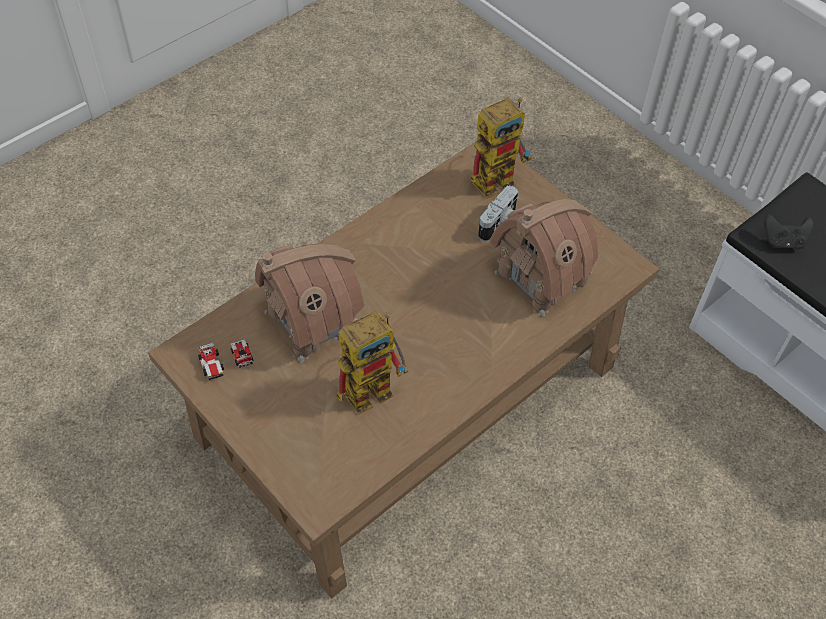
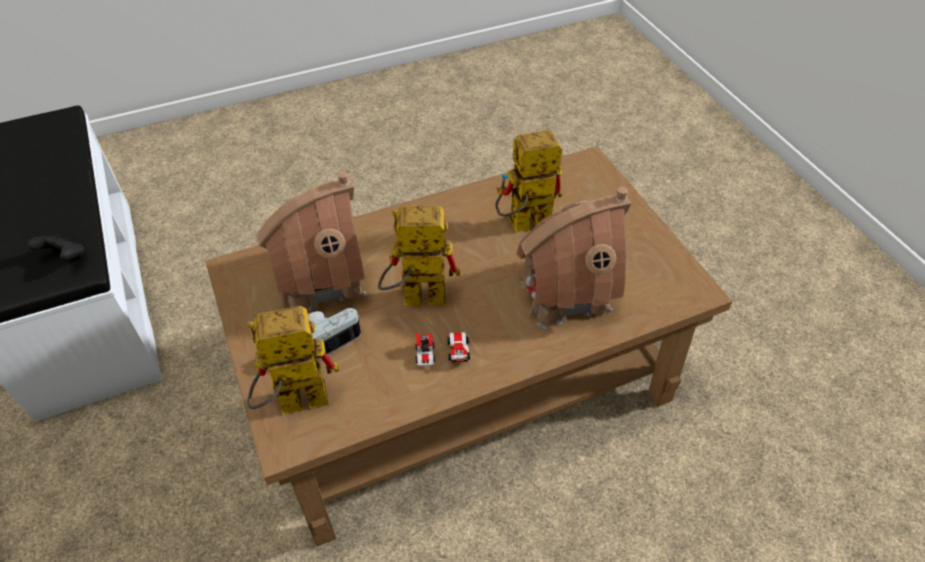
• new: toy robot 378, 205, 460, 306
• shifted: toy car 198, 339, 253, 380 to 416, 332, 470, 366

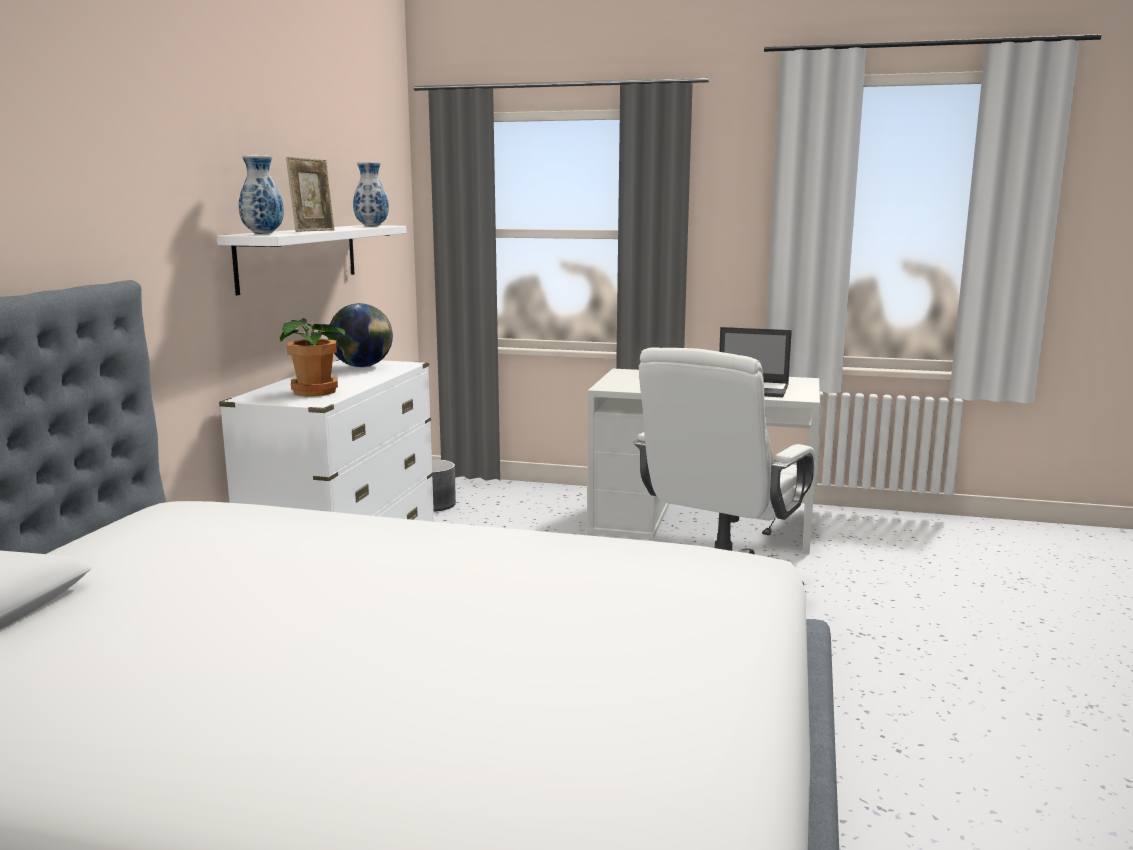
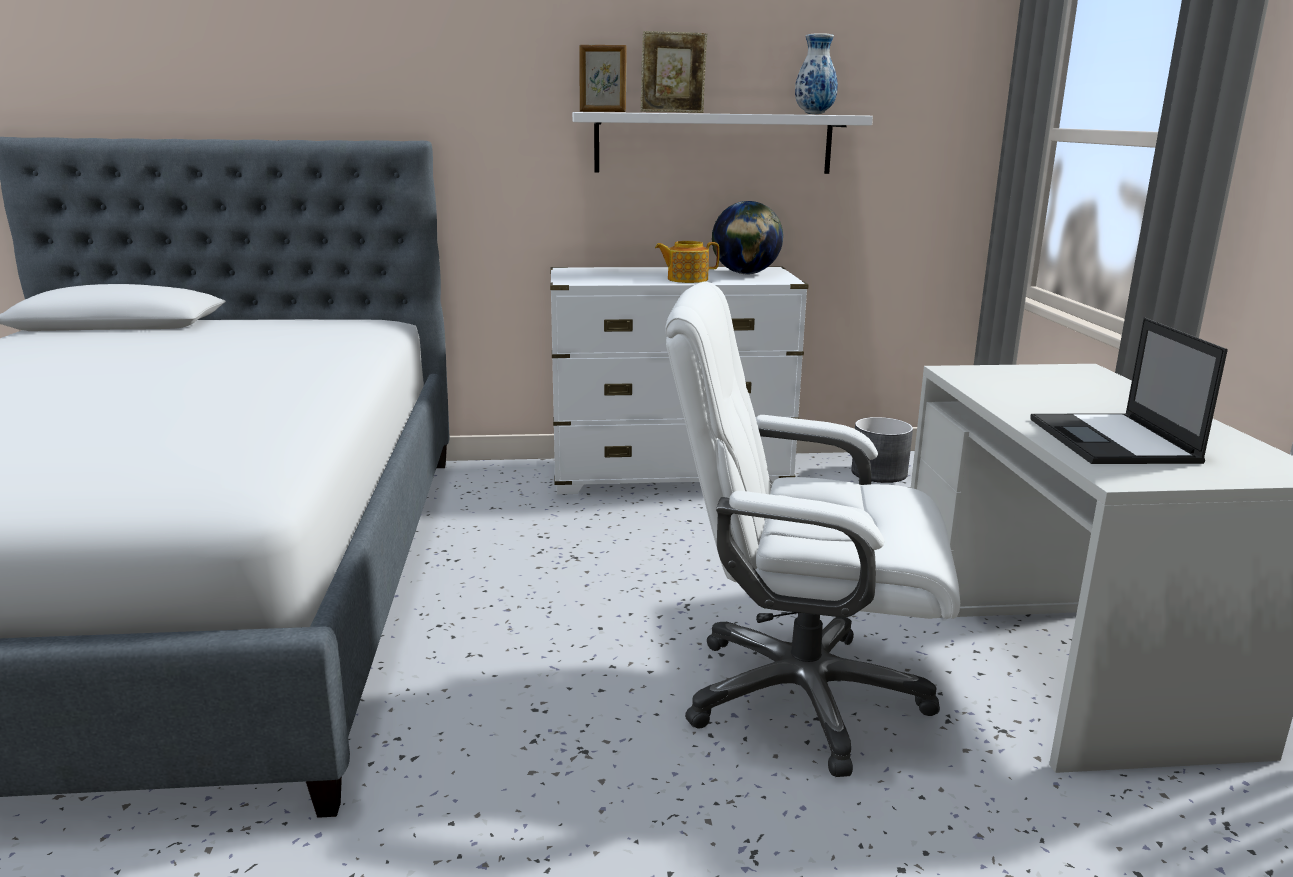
• swapped: vase 239, 155, 284, 234 to picture frame 579, 45, 627, 112
• new: teapot 655, 241, 720, 283
• gone: potted plant 280, 318, 345, 397

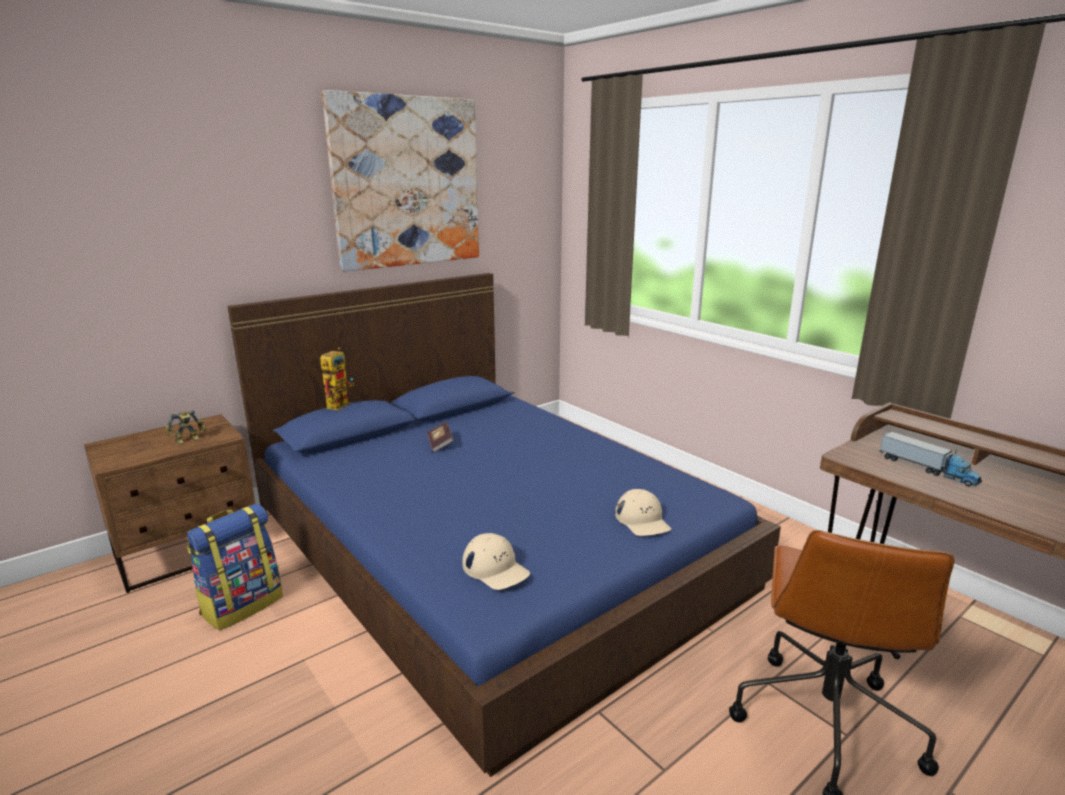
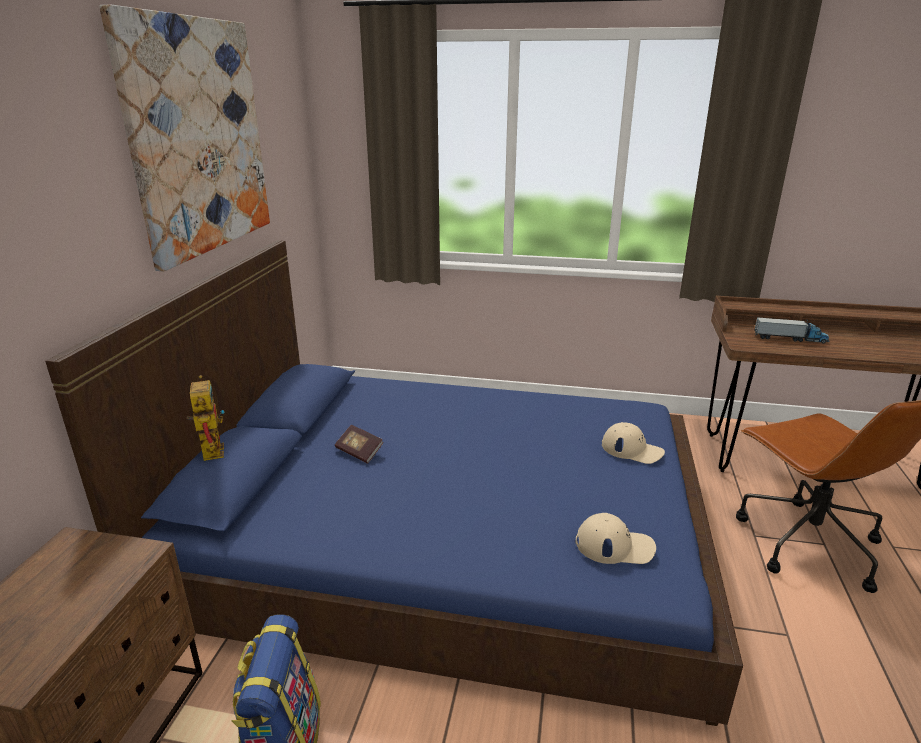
• gone: toy robot 165, 410, 206, 445

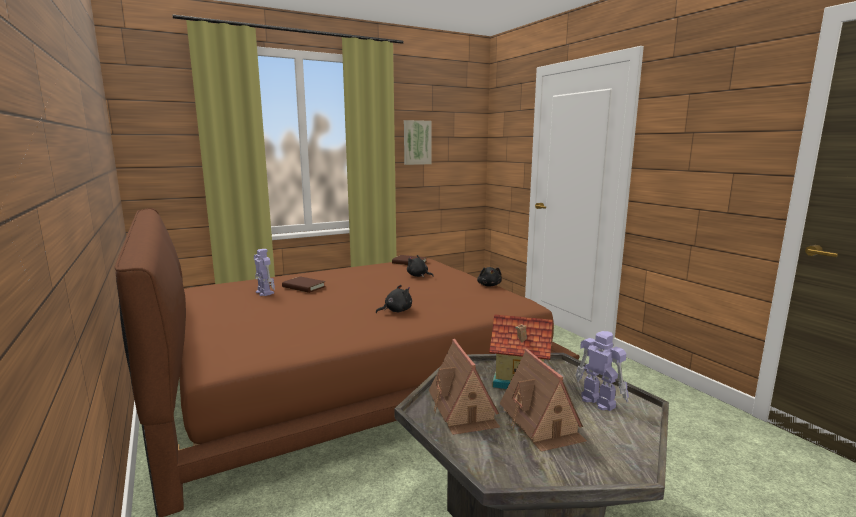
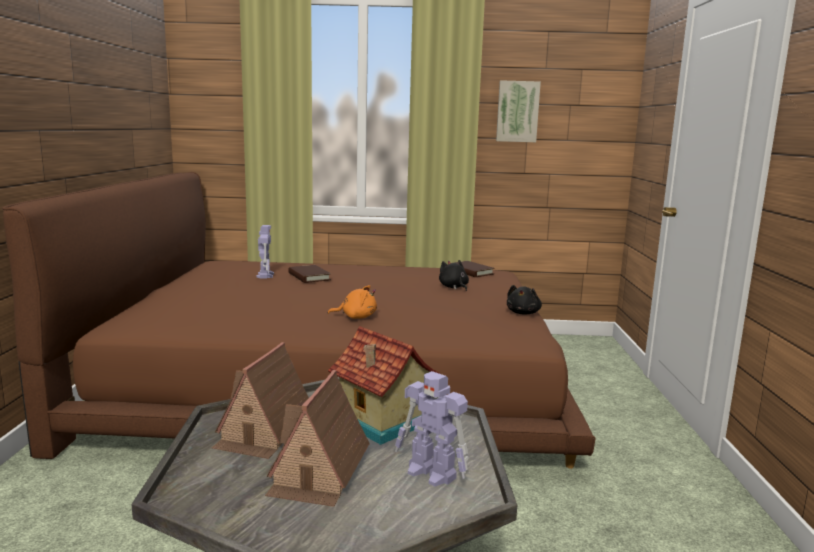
• repainted: plush toy in black 376, 285, 412, 313 to plush toy in orange 328, 285, 377, 319
• rotated: toy robot 575, 331, 629, 411 = 395, 371, 469, 487 135 degrees clockwise

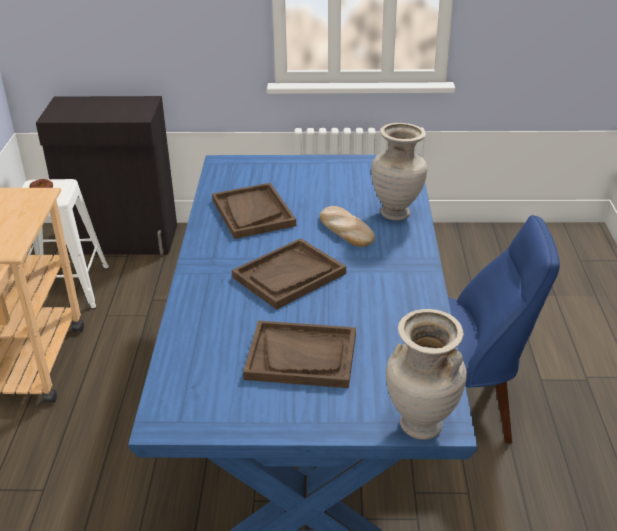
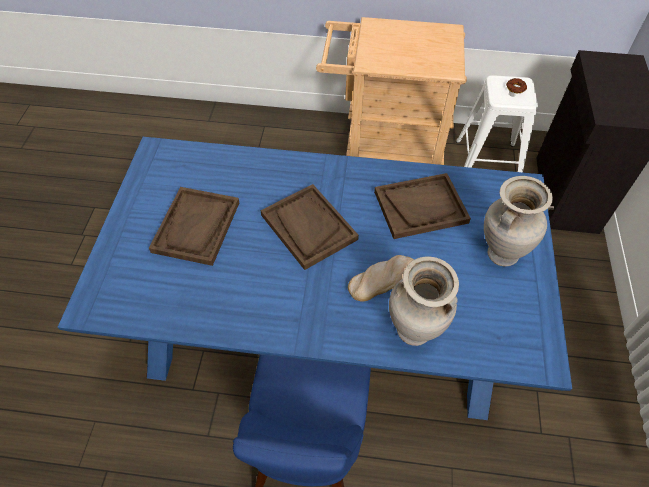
• shifted: vase in beige 386, 309, 467, 440 to 484, 176, 553, 266

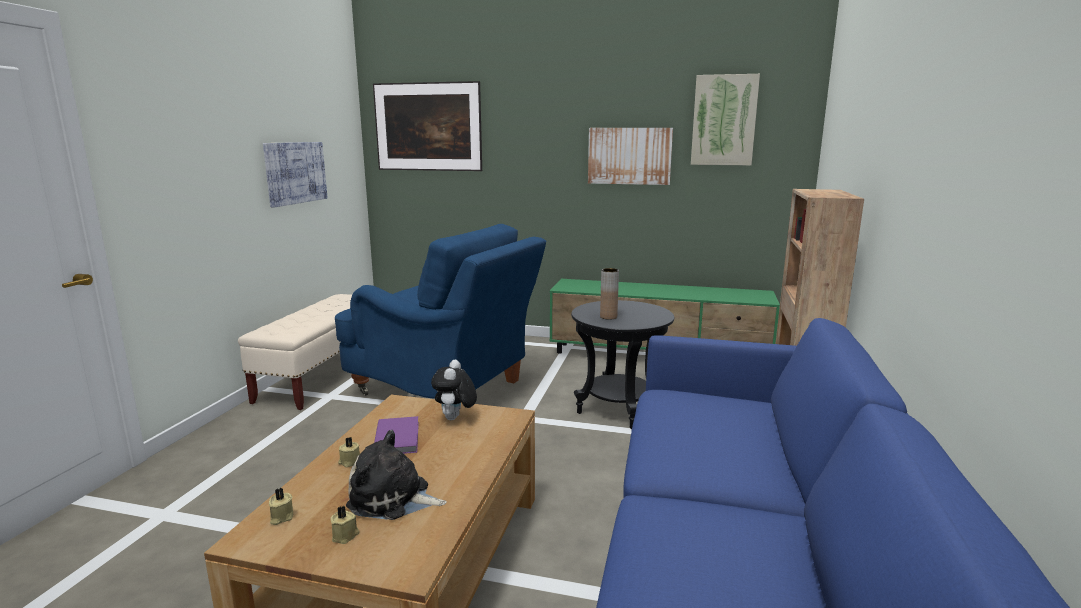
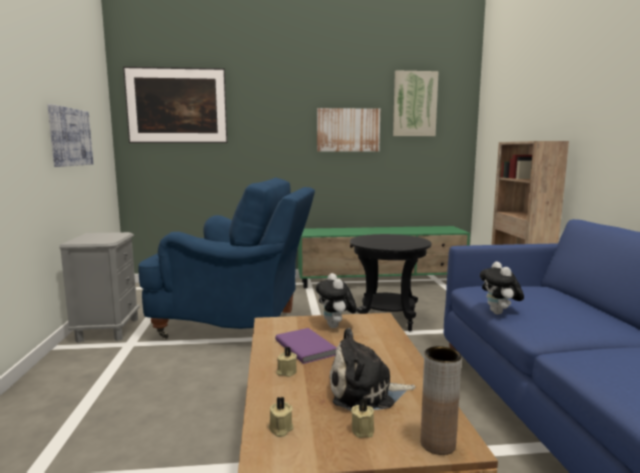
• swapped: bench in beige 238, 294, 352, 410 to nightstand in grey 59, 232, 140, 343
• shifted: vase in brown 600, 268, 619, 320 to 421, 346, 462, 455
• new: plush toy 480, 261, 524, 314

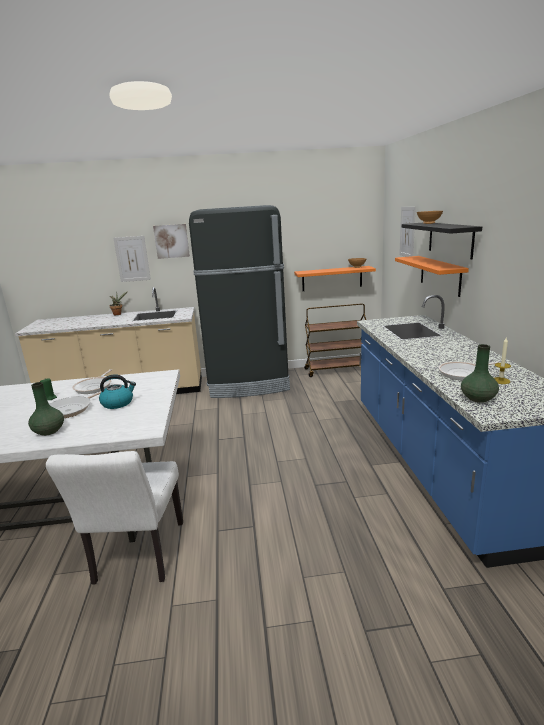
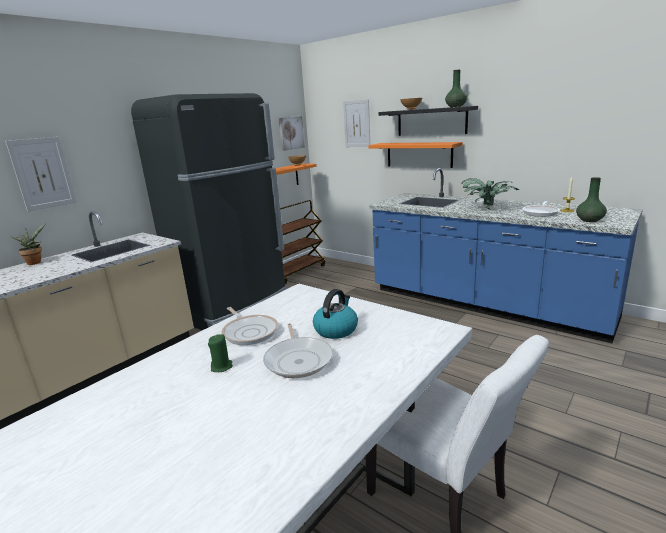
• shifted: picture 153, 224, 190, 259 to 279, 116, 305, 151
• shifted: vase in green 28, 382, 64, 436 to 445, 70, 467, 107
• new: potted plant 461, 178, 519, 209

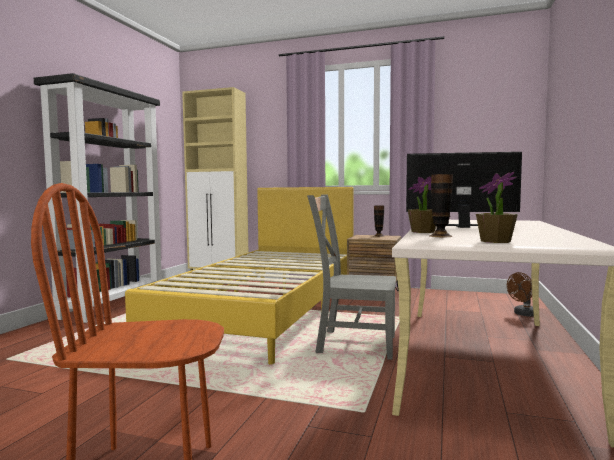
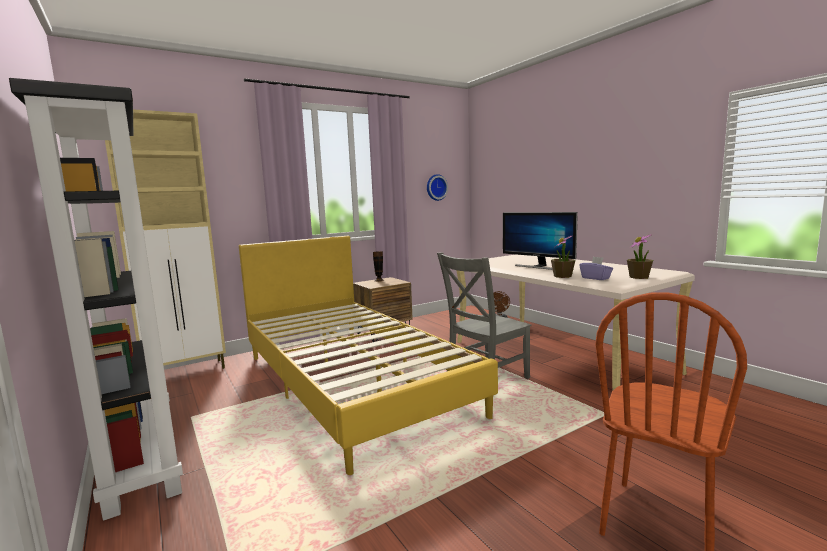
• new: wall clock 427, 174, 448, 201
• rotated: monitor 406, 152, 522, 228 = 503, 212, 578, 270 90 degrees counterclockwise
• swapped: vase 430, 174, 453, 237 to tissue box in purple 579, 257, 613, 280

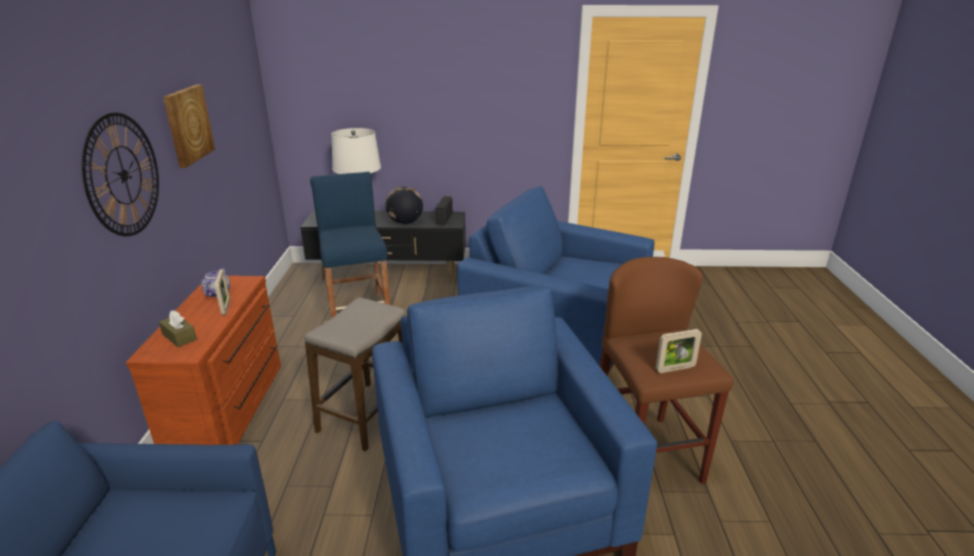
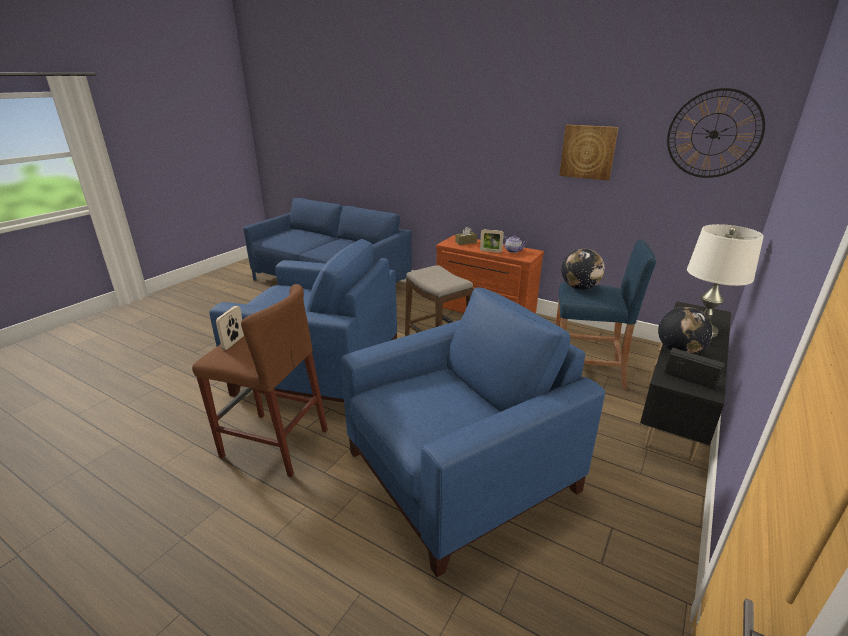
• new: globe 561, 248, 605, 290
• shifted: wall clock 82, 112, 159, 236 to 667, 88, 765, 178

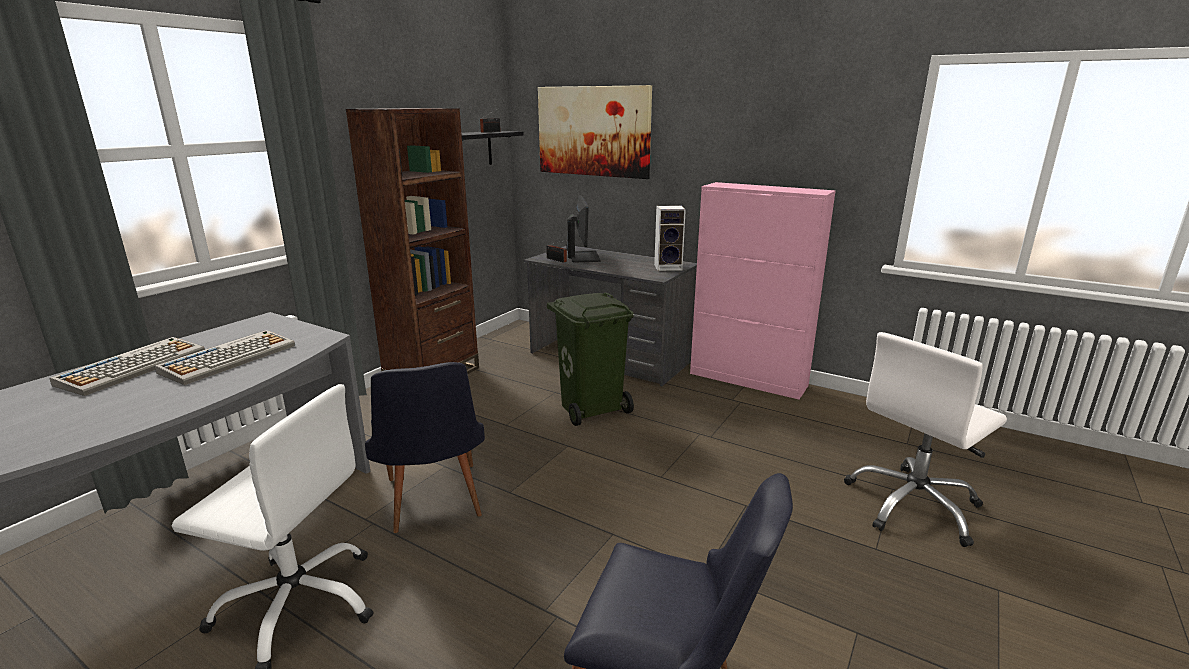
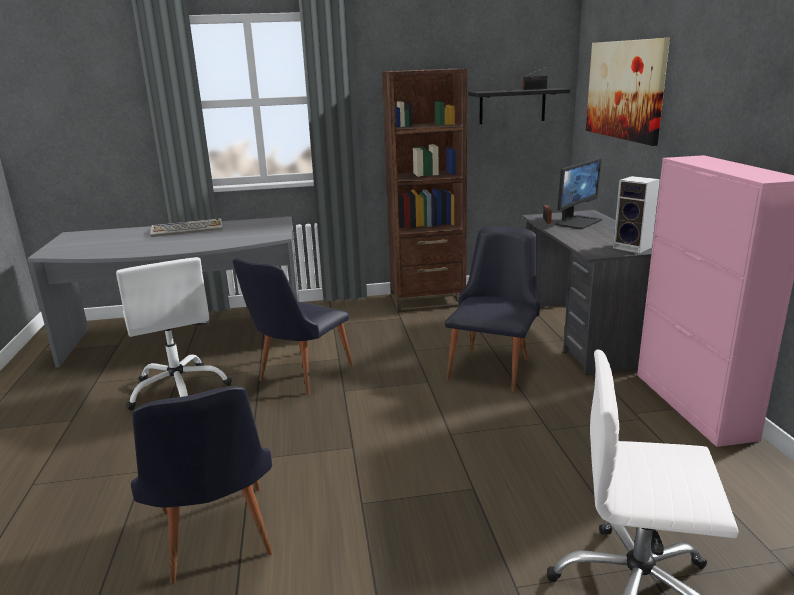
• swapped: trash can in green 547, 293, 634, 426 to chair in black 445, 226, 540, 392
• gone: keyboard 155, 330, 295, 385

